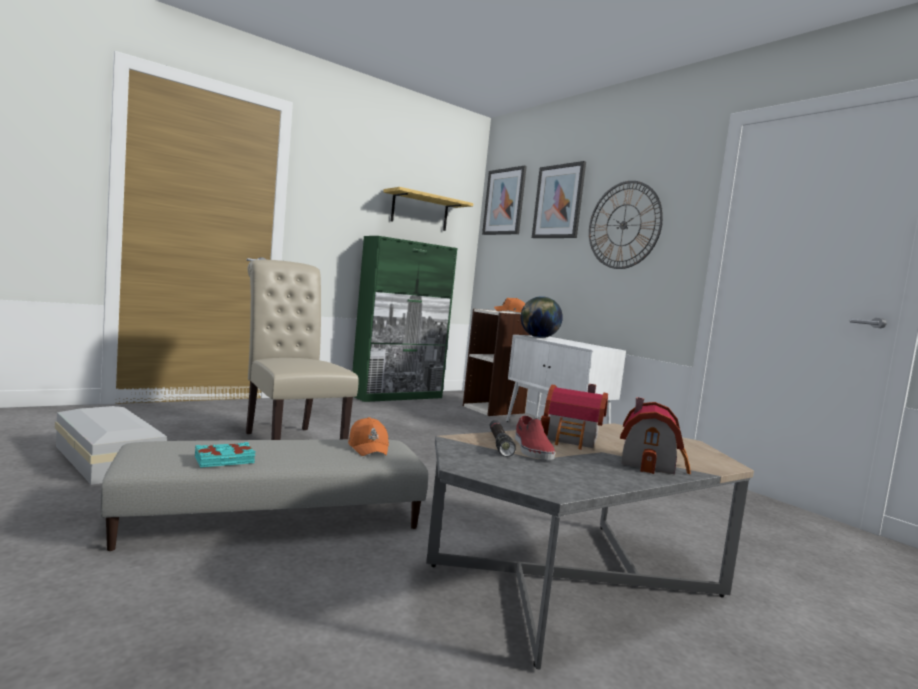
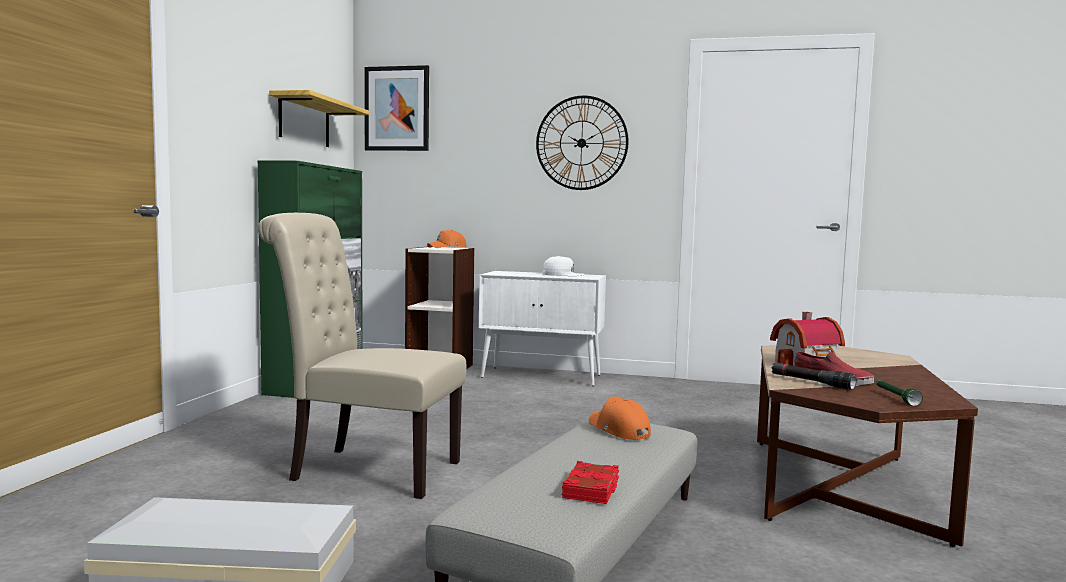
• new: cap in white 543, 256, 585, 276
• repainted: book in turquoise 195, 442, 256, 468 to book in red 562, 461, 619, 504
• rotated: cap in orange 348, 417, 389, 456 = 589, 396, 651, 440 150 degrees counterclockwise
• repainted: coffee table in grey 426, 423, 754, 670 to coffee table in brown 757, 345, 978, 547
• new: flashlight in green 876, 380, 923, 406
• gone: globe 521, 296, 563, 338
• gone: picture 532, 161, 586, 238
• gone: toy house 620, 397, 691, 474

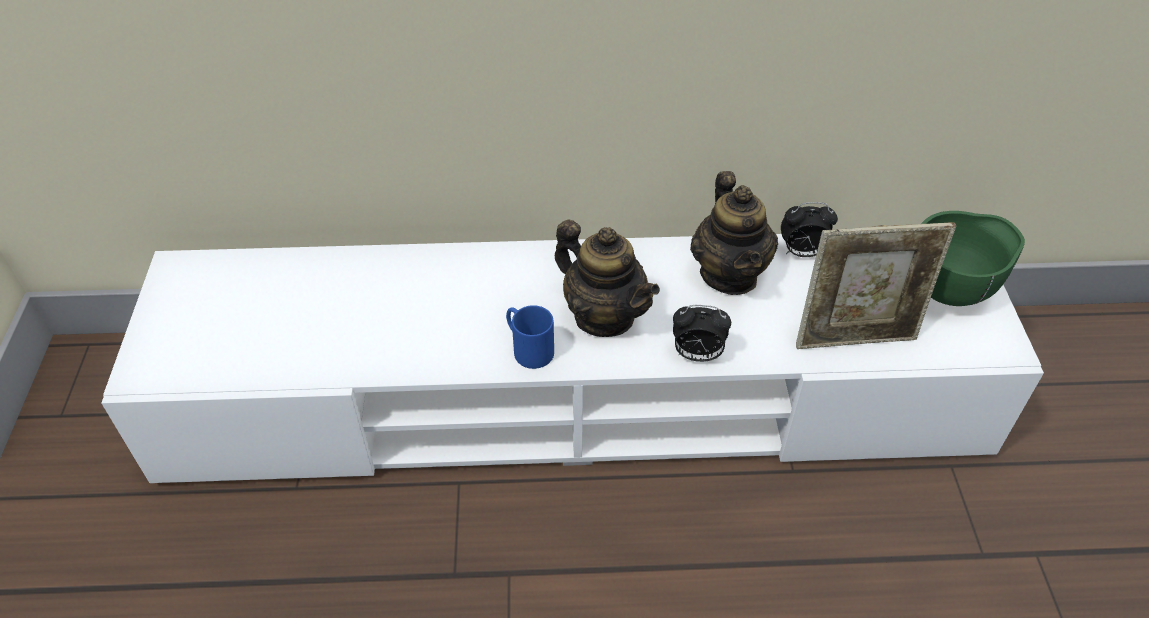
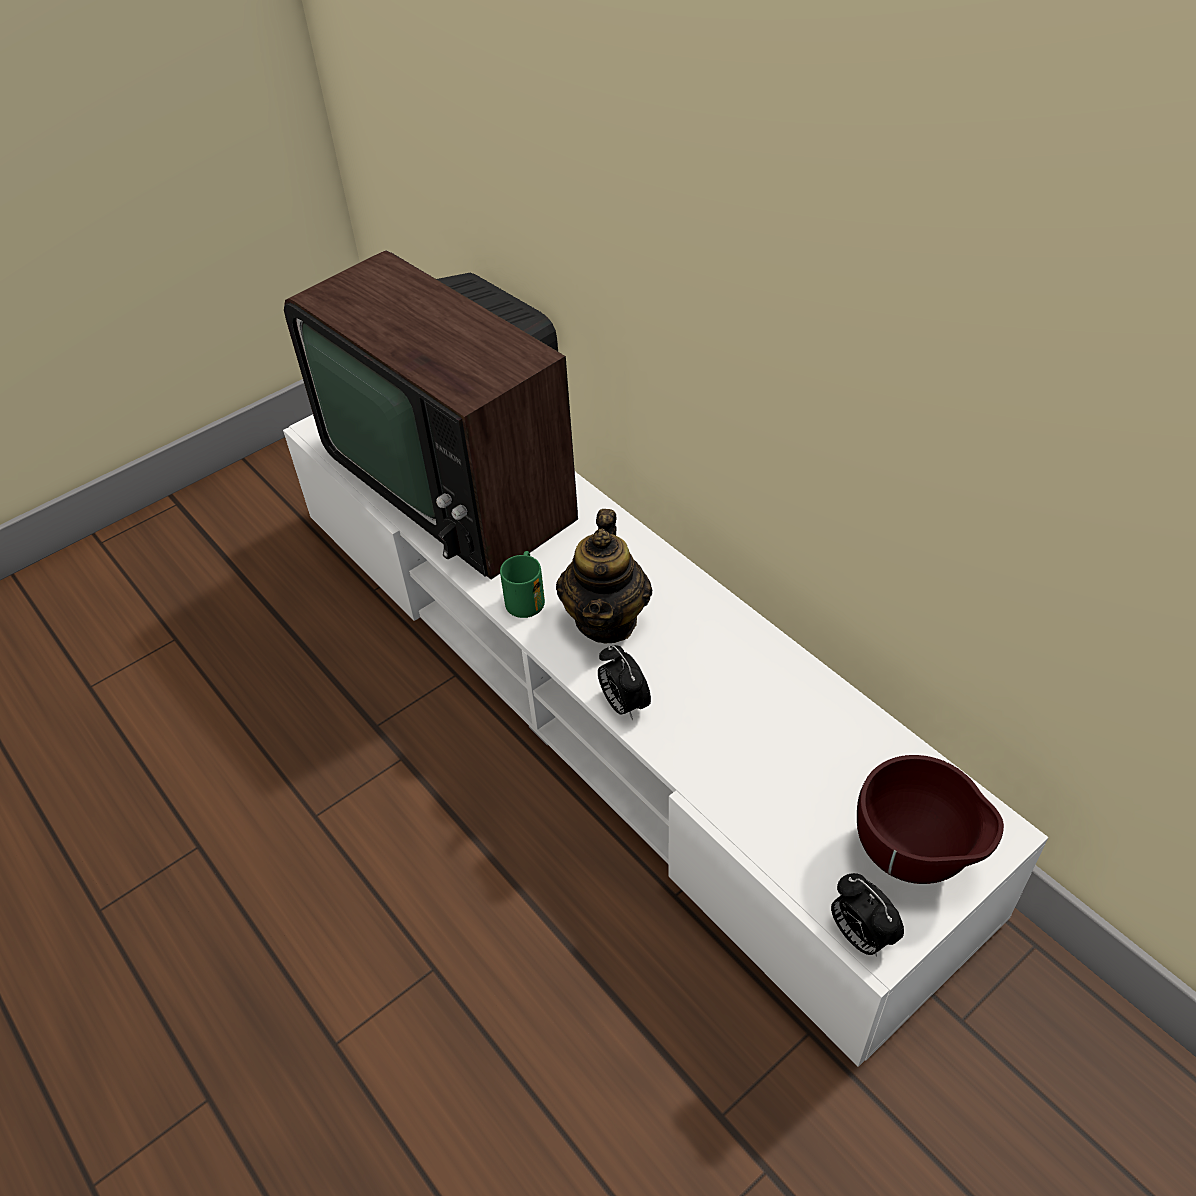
• new: television 284, 250, 578, 580
• repainted: mug in blue 506, 305, 554, 369 to mug in green 500, 551, 545, 618
• shifted: alarm clock 781, 202, 838, 257 to 831, 873, 904, 957
• repainted: bowl in green 921, 211, 1025, 306 to bowl in brown 857, 755, 1004, 884
• gone: teapot 690, 171, 778, 295
• gone: picture frame 796, 222, 956, 349

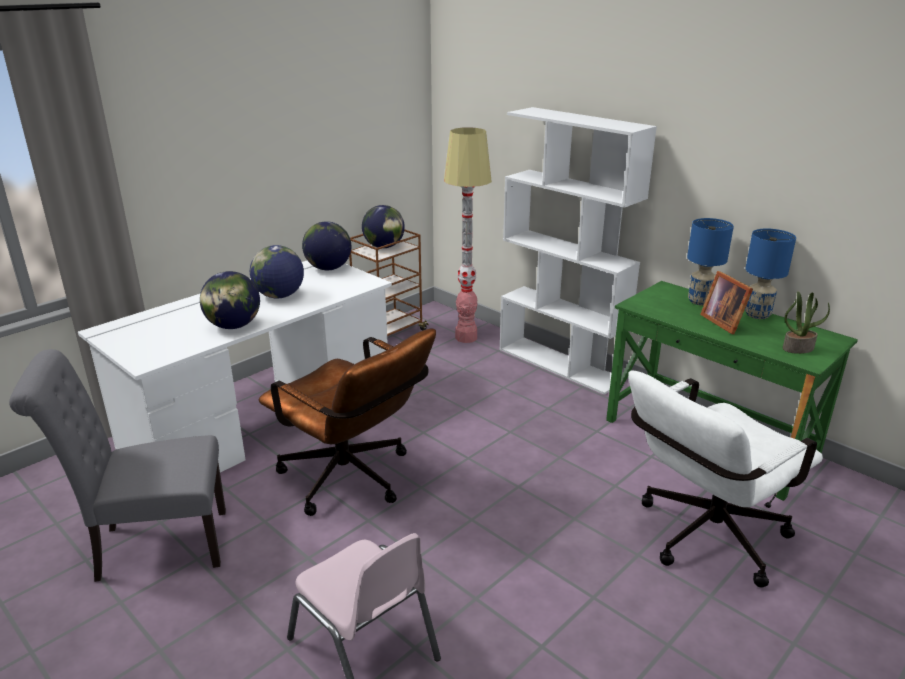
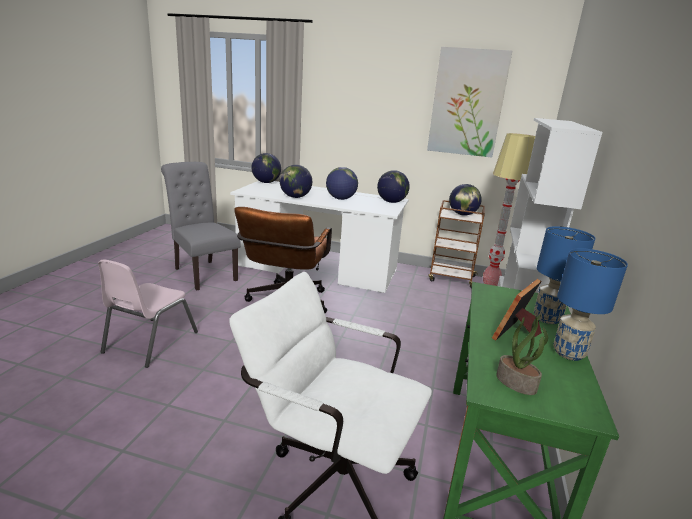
• new: globe 252, 153, 281, 183
• new: picture 427, 47, 512, 158

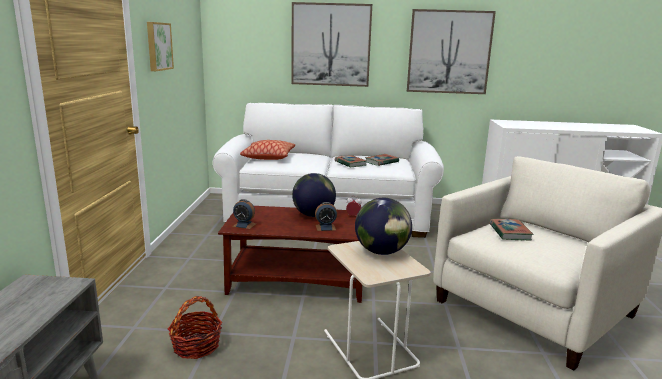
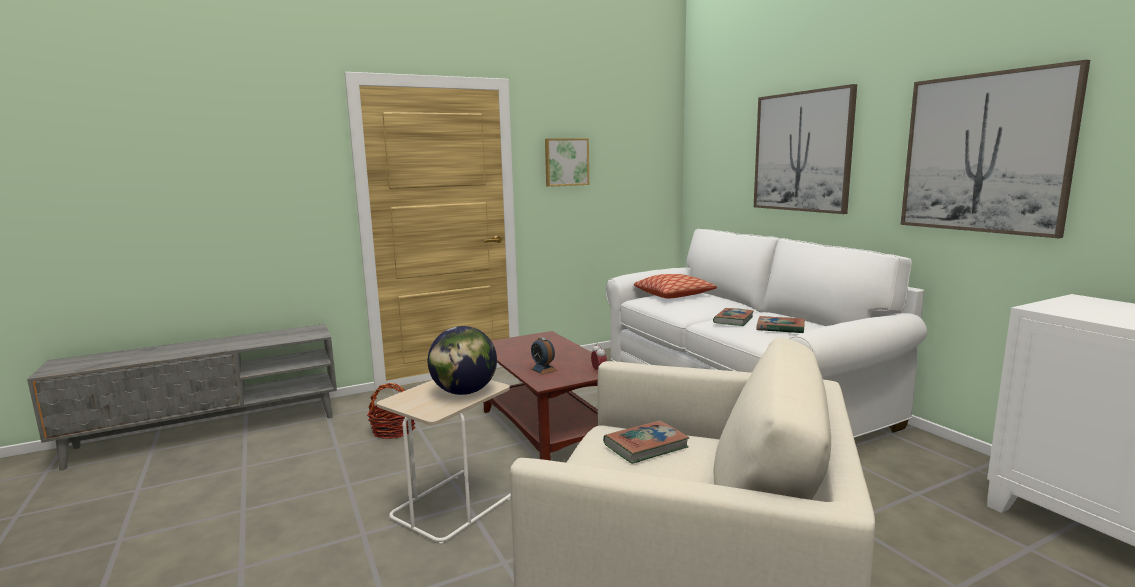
• gone: alarm clock 233, 199, 256, 229
• gone: globe 292, 173, 336, 217

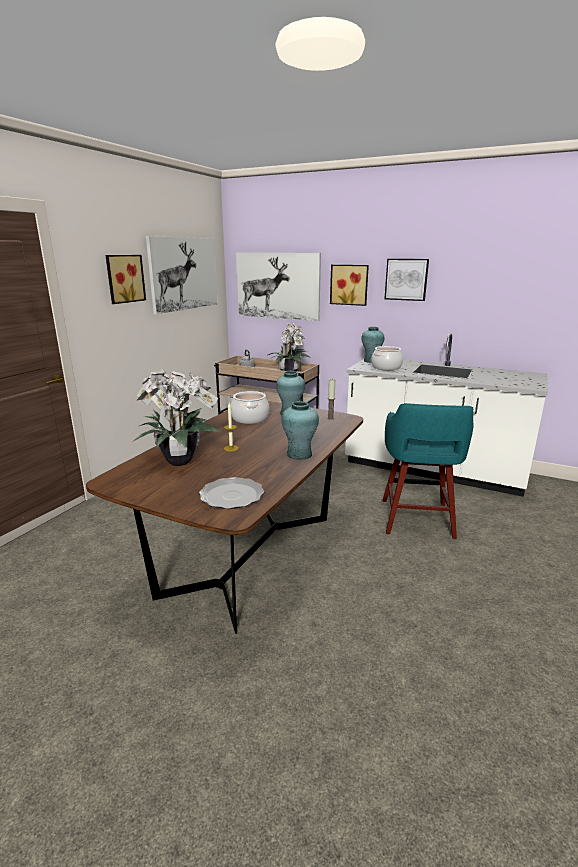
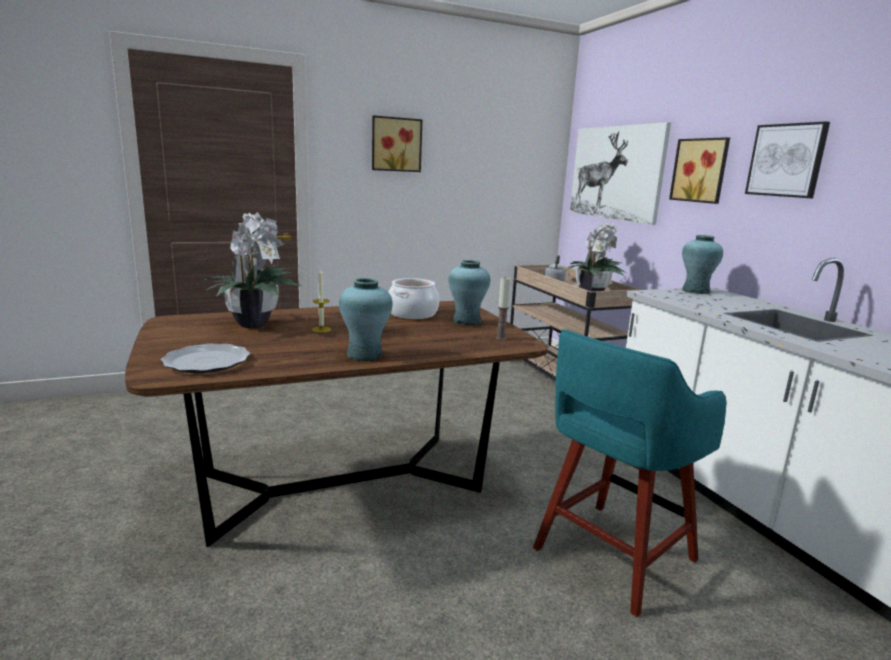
• gone: picture 146, 236, 218, 314
• gone: cooking pot 371, 346, 403, 370

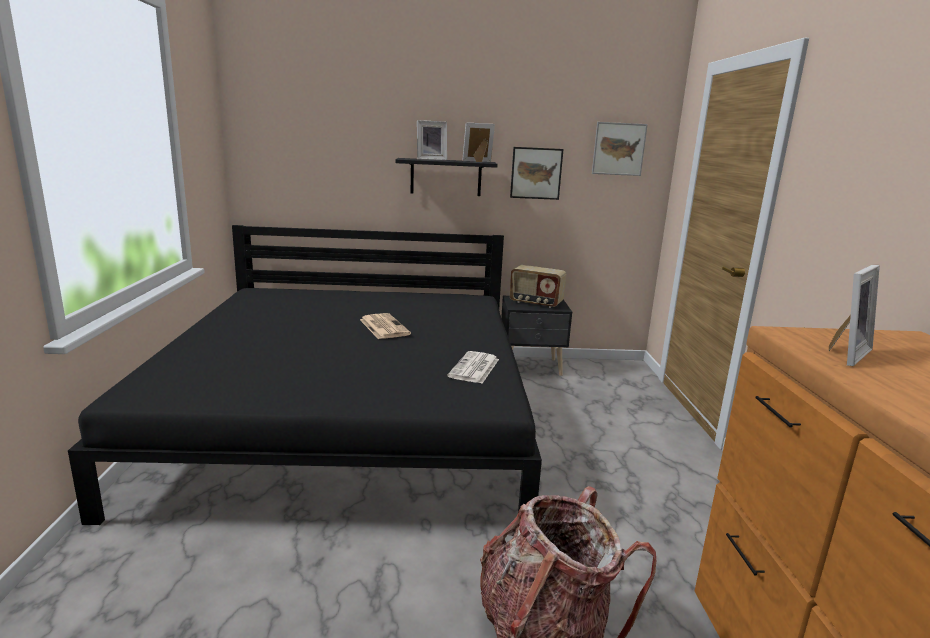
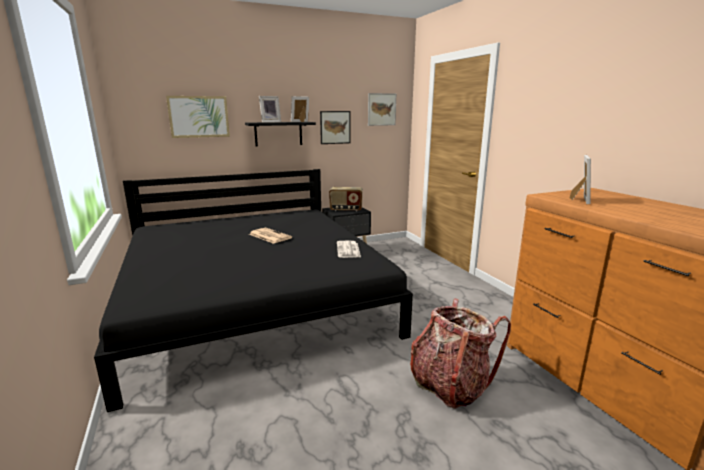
• new: picture 166, 96, 230, 138

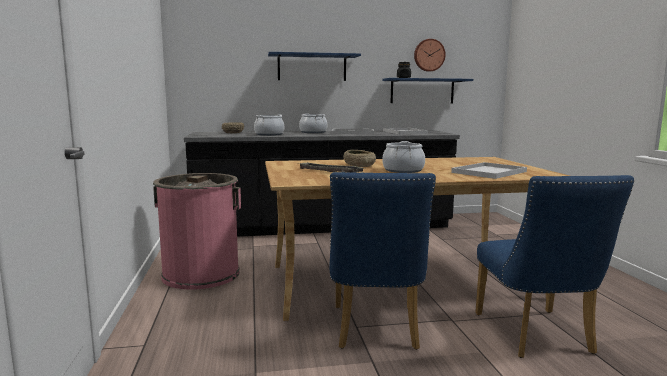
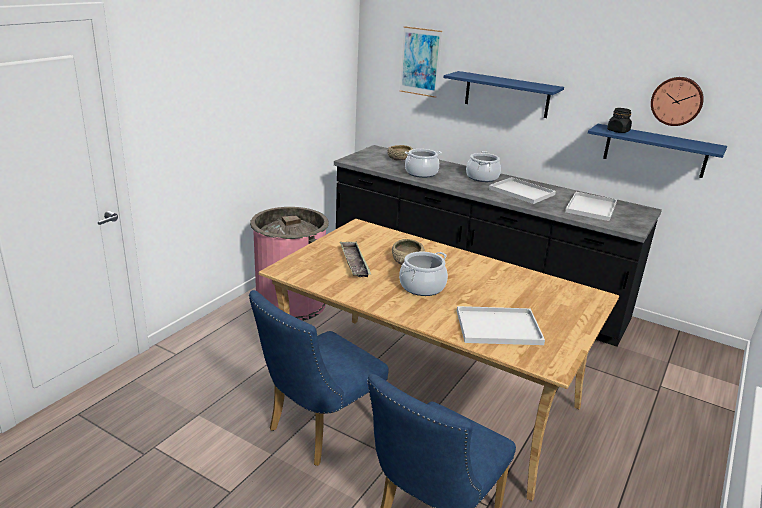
• new: picture 400, 26, 442, 98

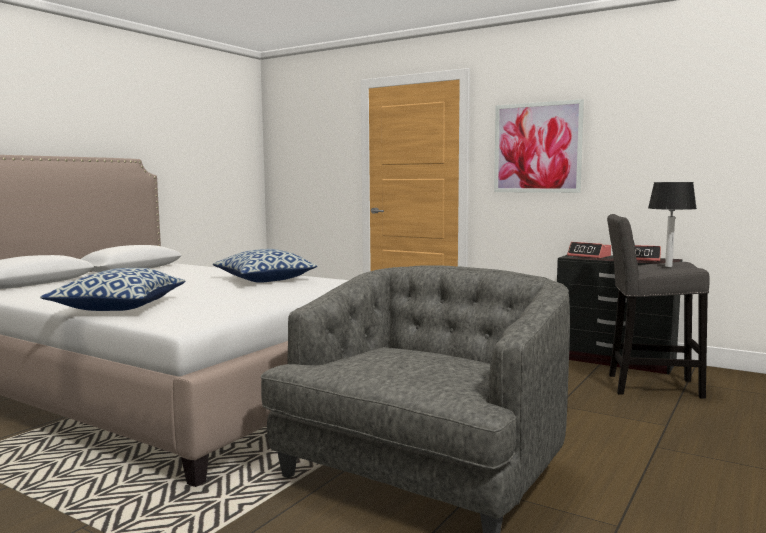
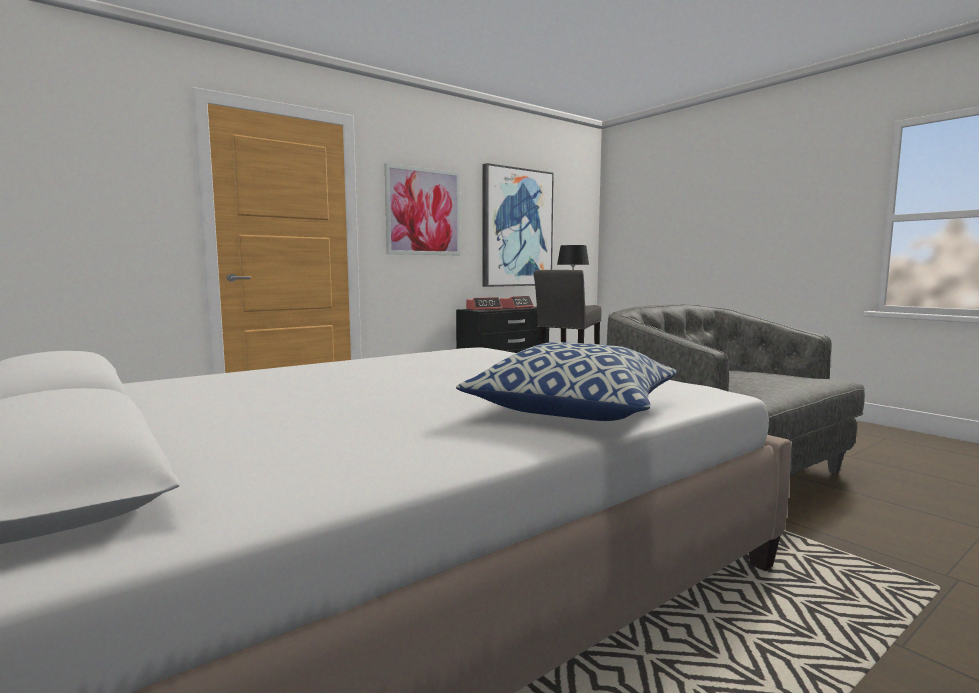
• new: picture 482, 163, 554, 287
• gone: pillow 213, 249, 317, 283

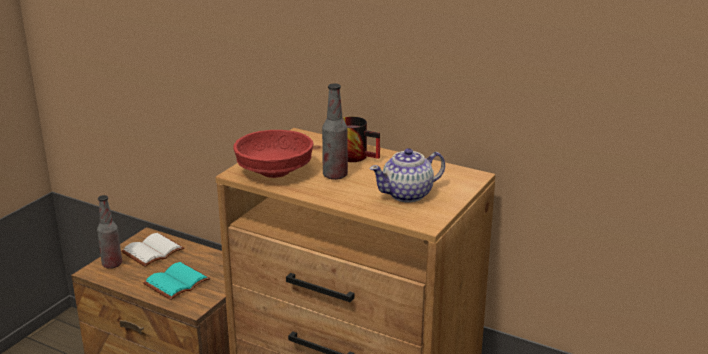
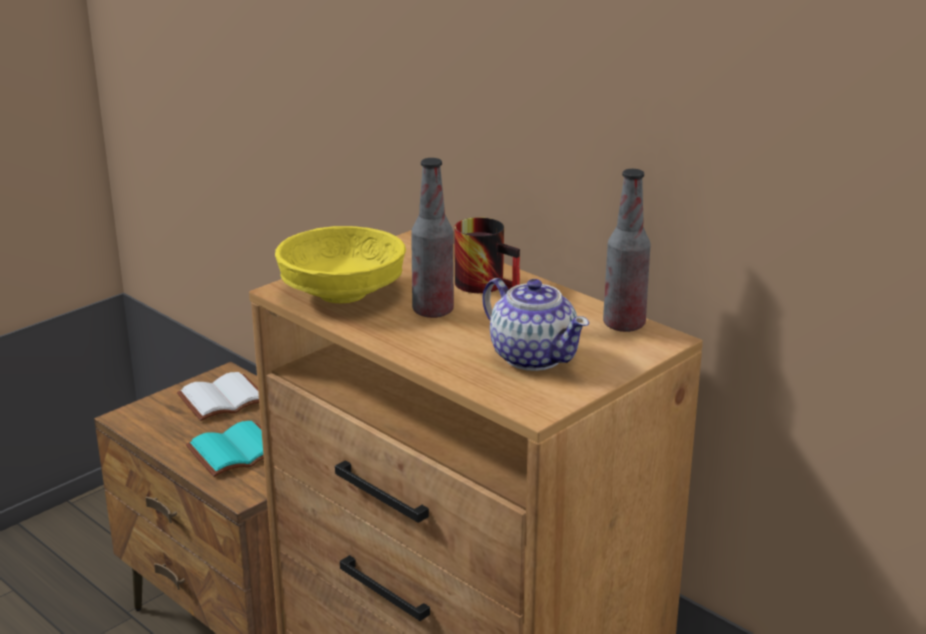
• repainted: bowl in red 234, 130, 314, 178 to bowl in yellow 275, 226, 406, 303
• rotated: teapot 370, 148, 445, 202 = 482, 278, 589, 371 120 degrees counterclockwise
• shifted: bottle 97, 195, 122, 269 to 603, 169, 651, 332

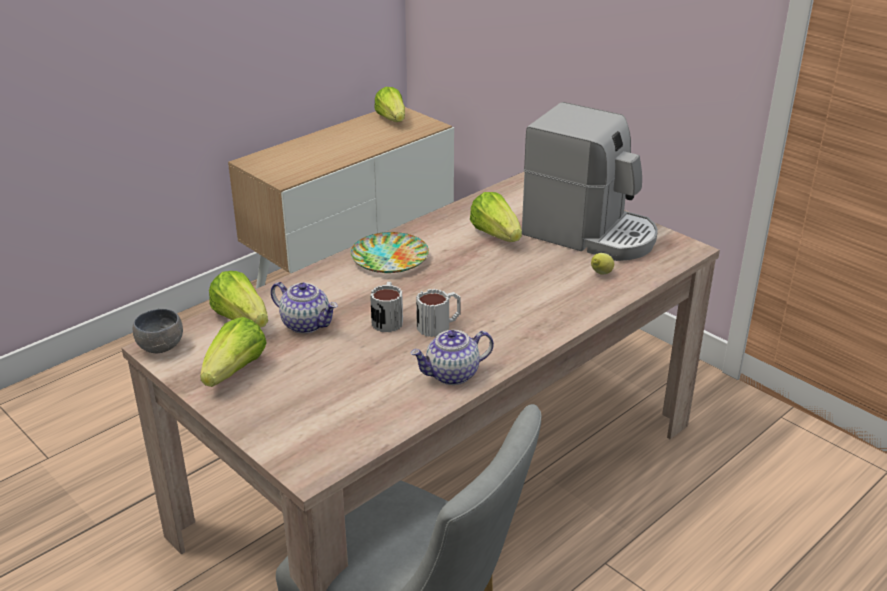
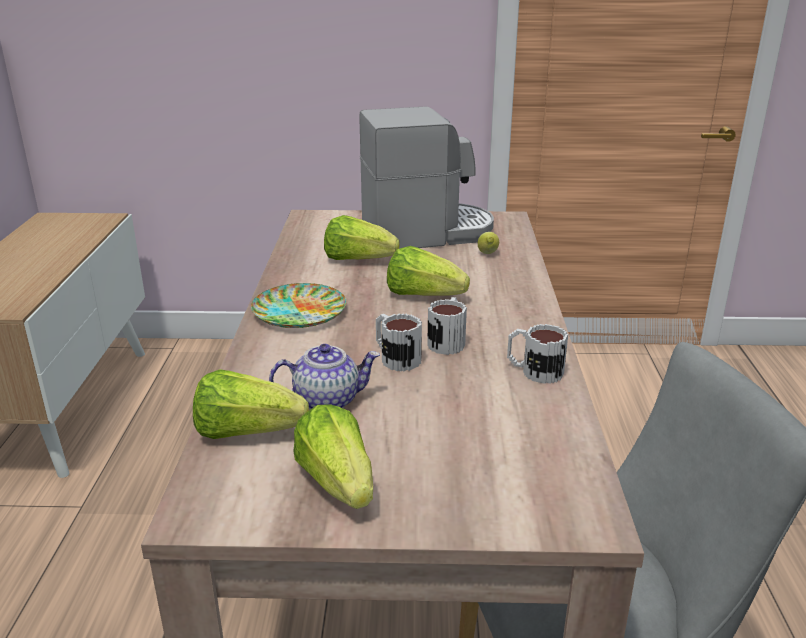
• shifted: lettuce 374, 87, 405, 122 to 387, 246, 470, 296
• swapped: teapot 410, 330, 494, 385 to mug 507, 324, 568, 384
• gone: bowl in grey 133, 309, 183, 353

